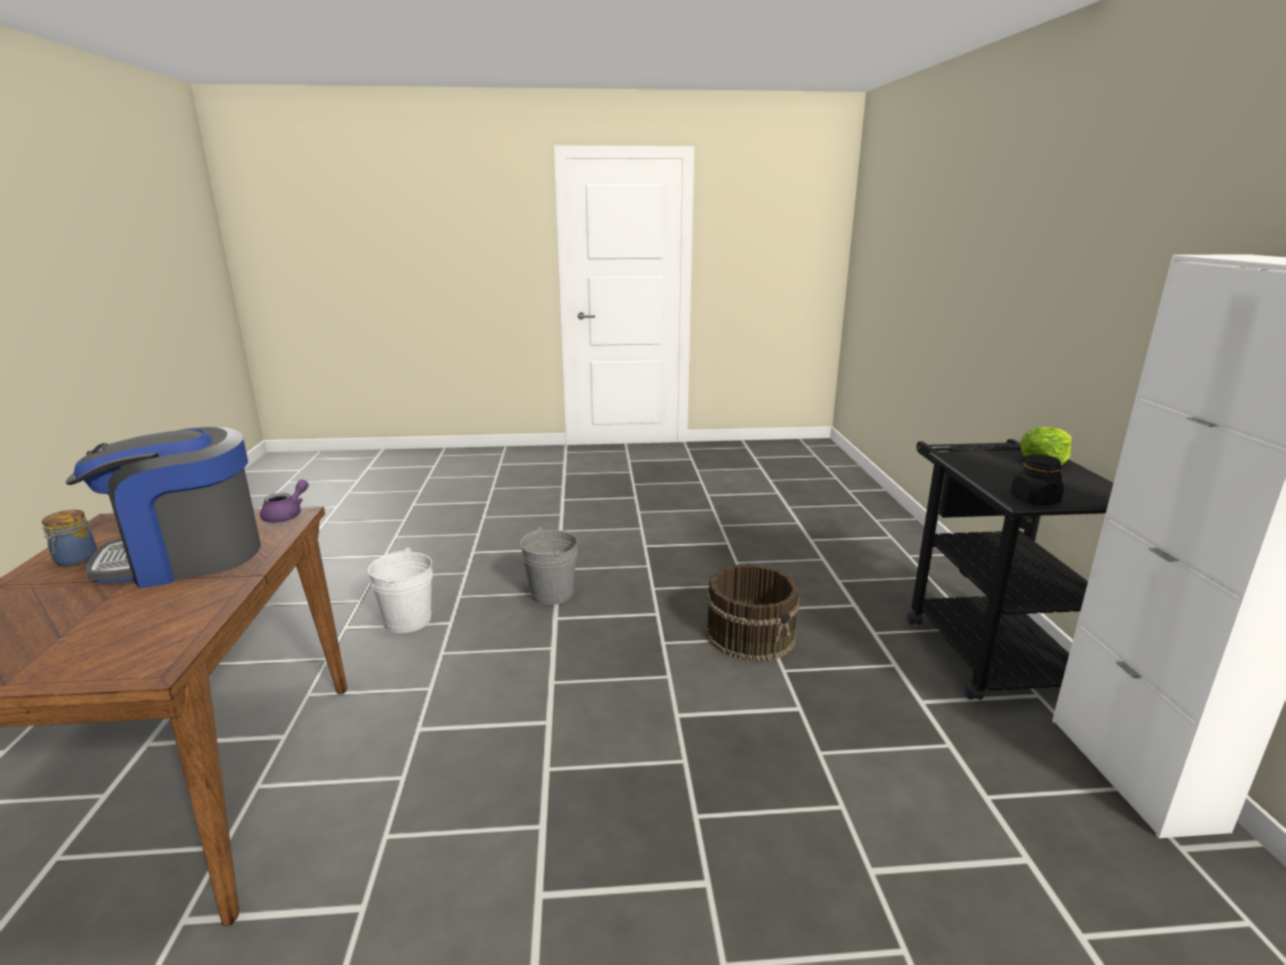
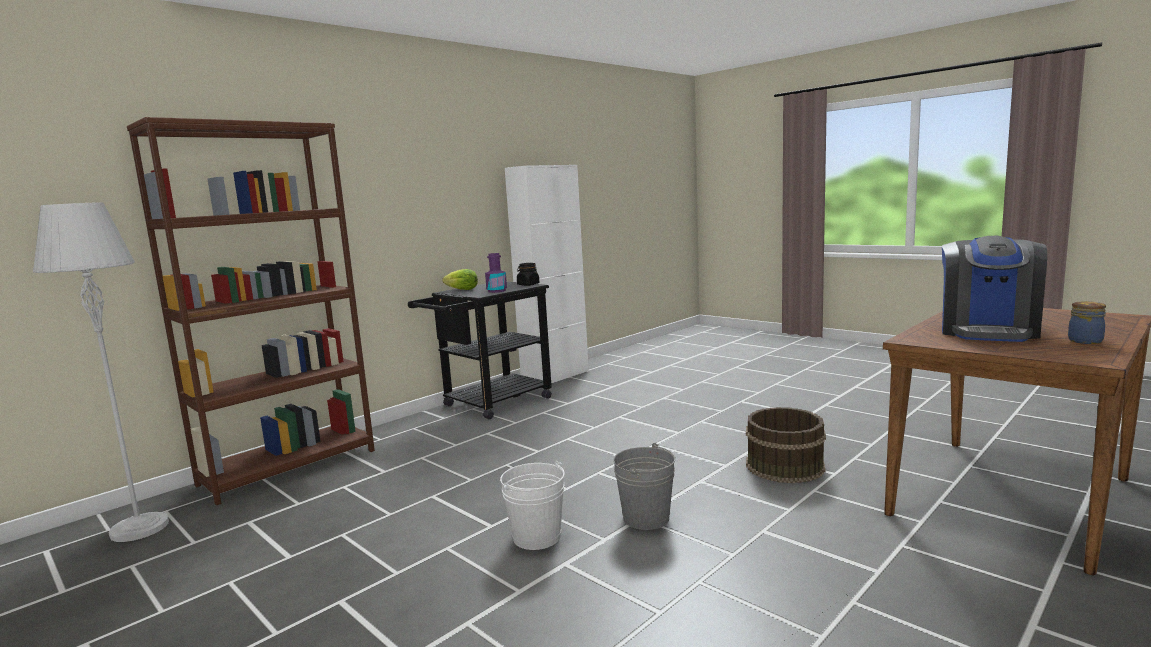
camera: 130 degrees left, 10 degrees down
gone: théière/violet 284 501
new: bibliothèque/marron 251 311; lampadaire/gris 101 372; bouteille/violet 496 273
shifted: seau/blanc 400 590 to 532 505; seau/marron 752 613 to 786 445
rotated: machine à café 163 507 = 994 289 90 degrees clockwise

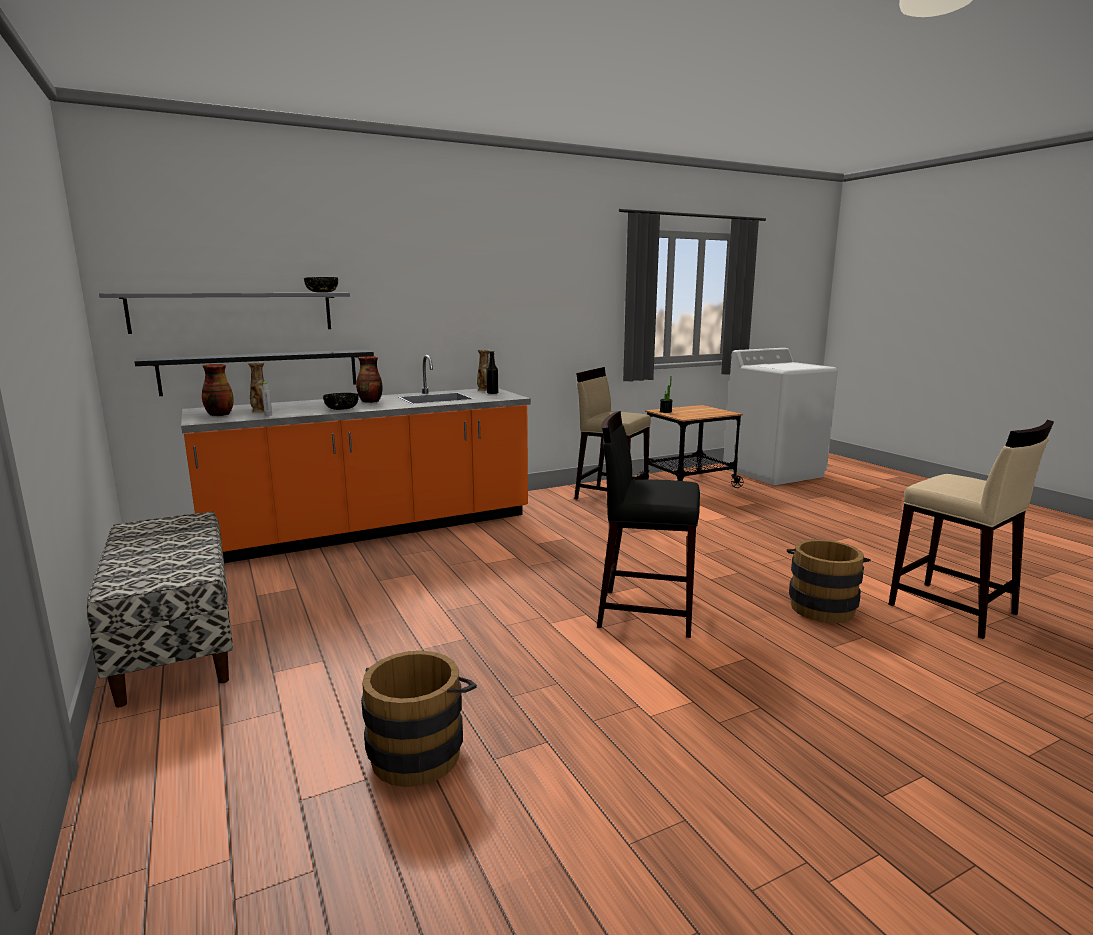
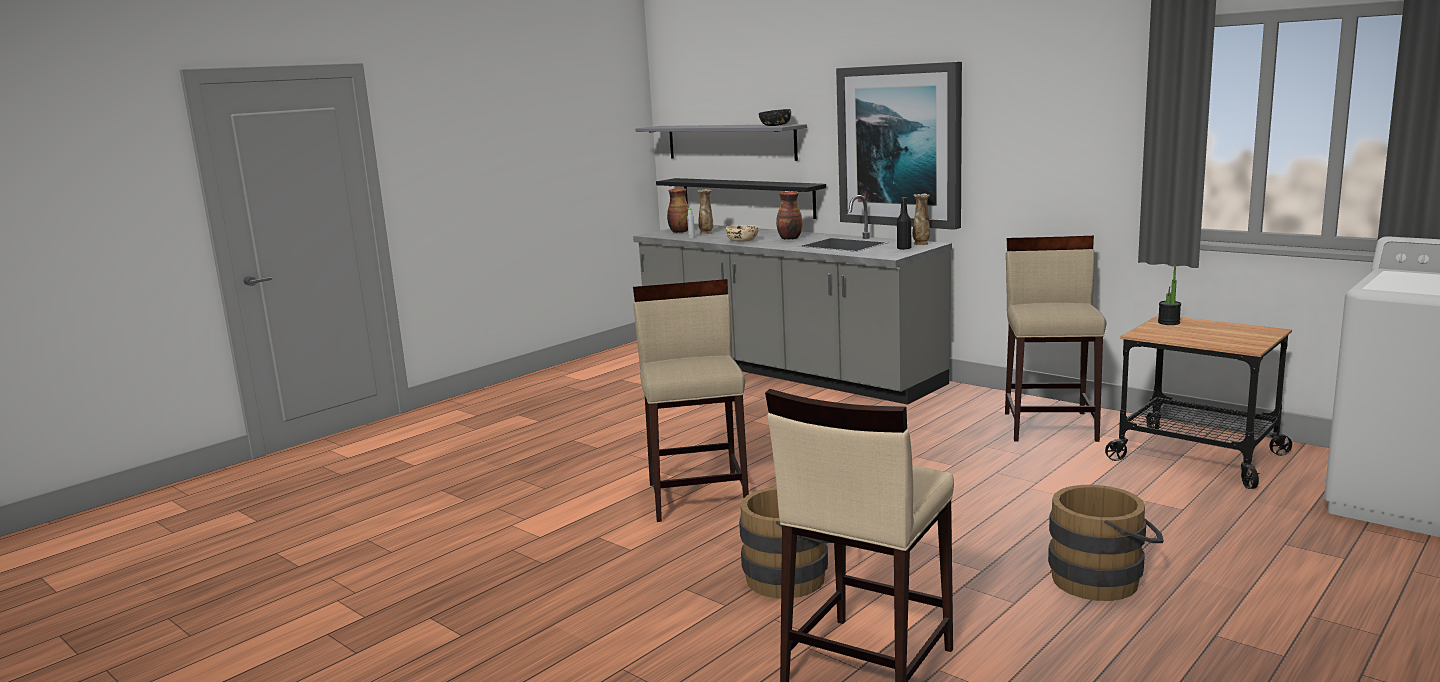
camera: 70 degrees right, 0 degrees up
gone: banc 160 609
new: tableau 899 146
shifted: seau/marron 419 719 to 1106 543
repainted: comptoir de cuisine/orange 356 459 to comptoir de cuisine/gris 792 300; bol/noir 341 401 to bol/beige 742 233; tabouret/noir 648 524 to tabouret/beige 691 400

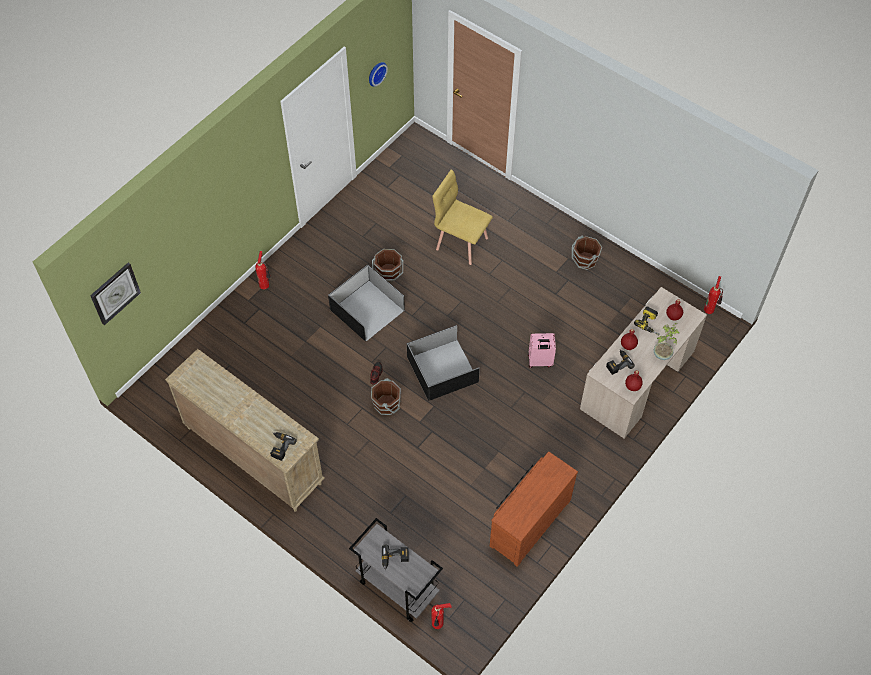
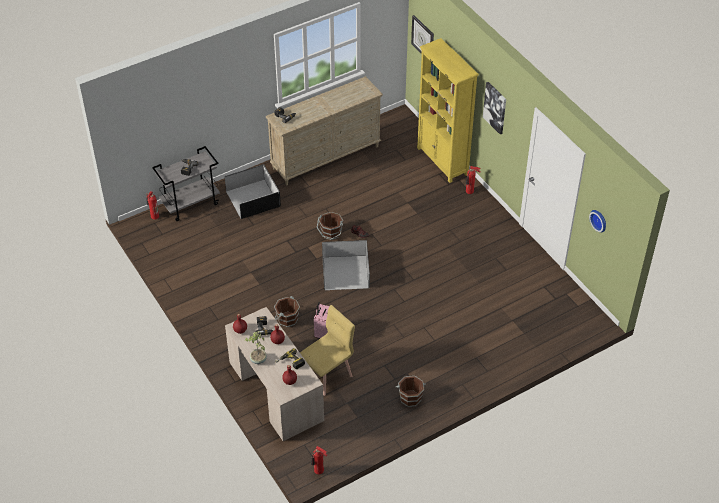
camera: 110 degrees right, 10 degrees down
gone: commode/marron 534 509
new: bibliothèque/jaune 448 110; tableau 494 108
shifted: chaise/jaune 462 217 to 327 350; seau/marron 388 265 to 287 311; boîte de rangement/noir 366 303 to 253 191

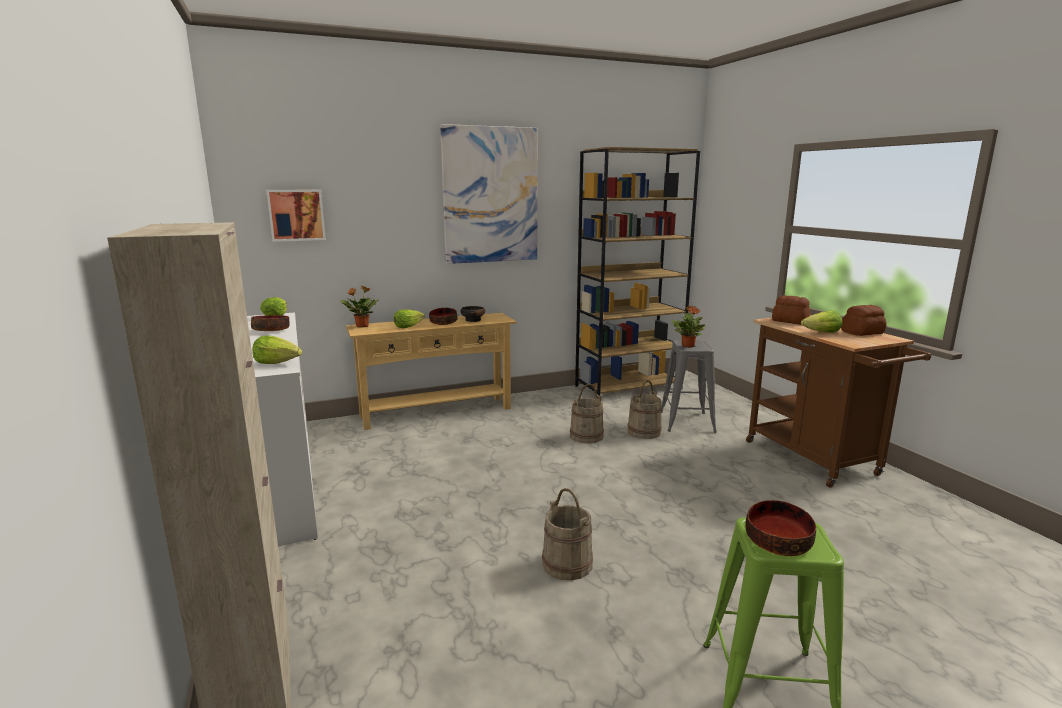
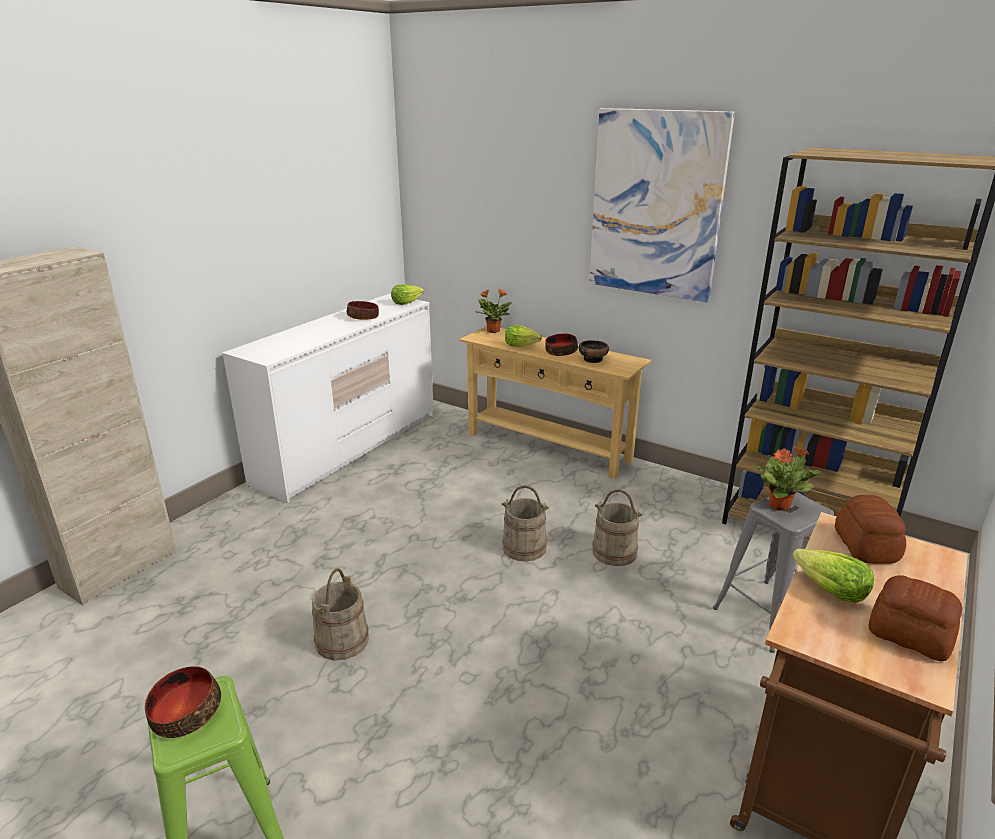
camera: 55 degrees right, 10 degrees up
gone: tableau 296 216; laitue 277 350
shifted: seau/beige 644 409 to 525 523

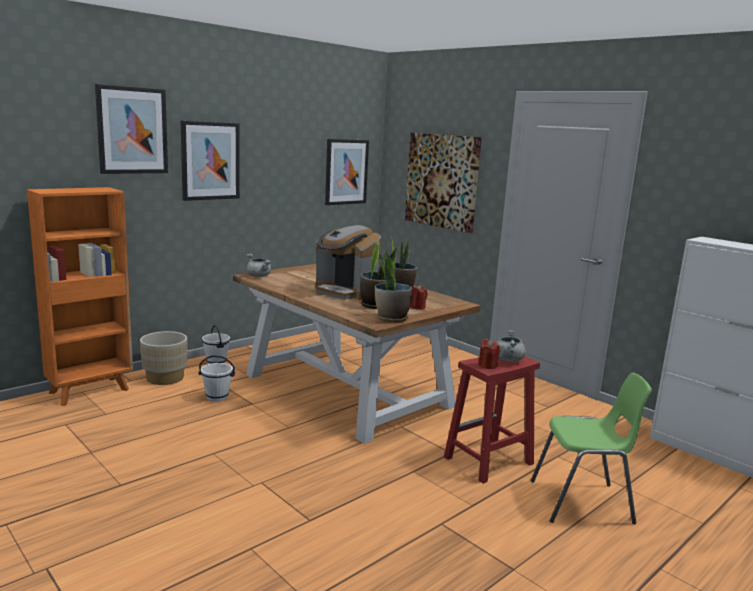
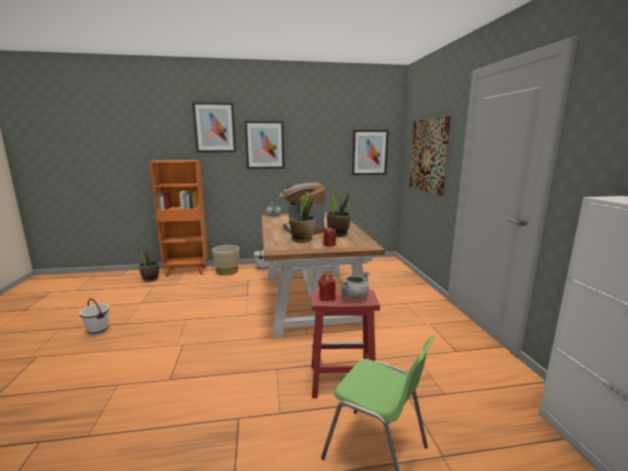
camera: 35 degrees right, 0 degrees up
shifted: plante en pot 393 287 to 148 264; seau/blanc 216 378 to 94 317

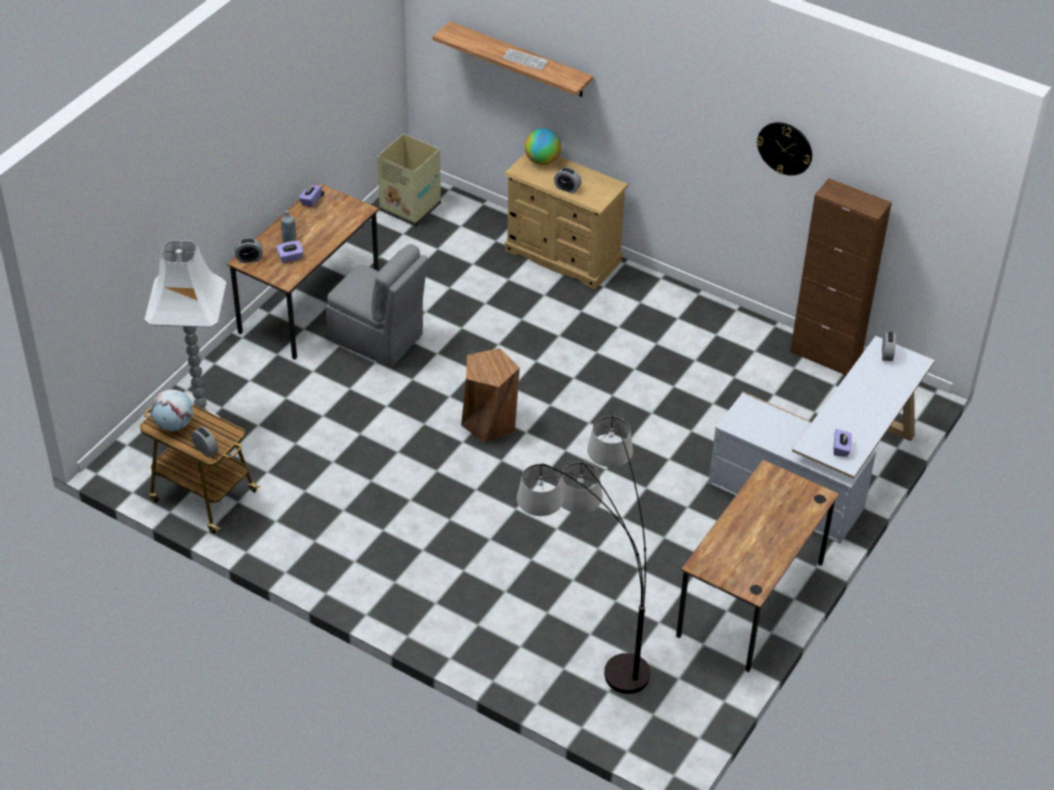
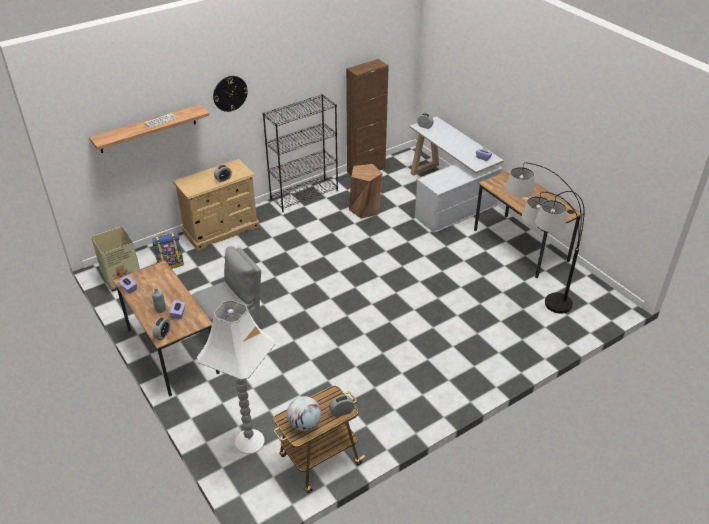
camera: 65 degrees left, 5 degrees down
gone: globe 543 146
new: bibliothèque/noir 300 153; sac à dos 168 250
shifted: horloge murale 784 148 to 230 94; tabouret/marron 490 395 to 366 191

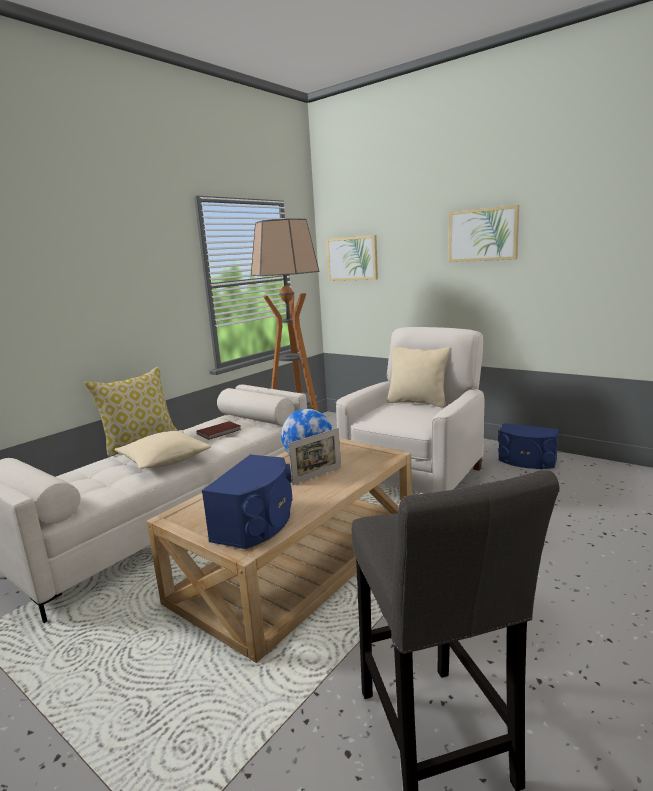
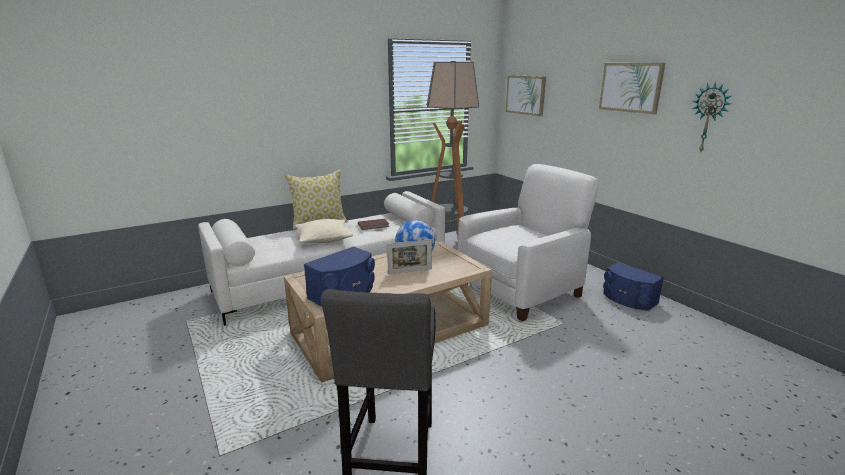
camera: 20 degrees right, 5 degrees up
gone: coussin/beige 419 377
new: horloge murale 711 117

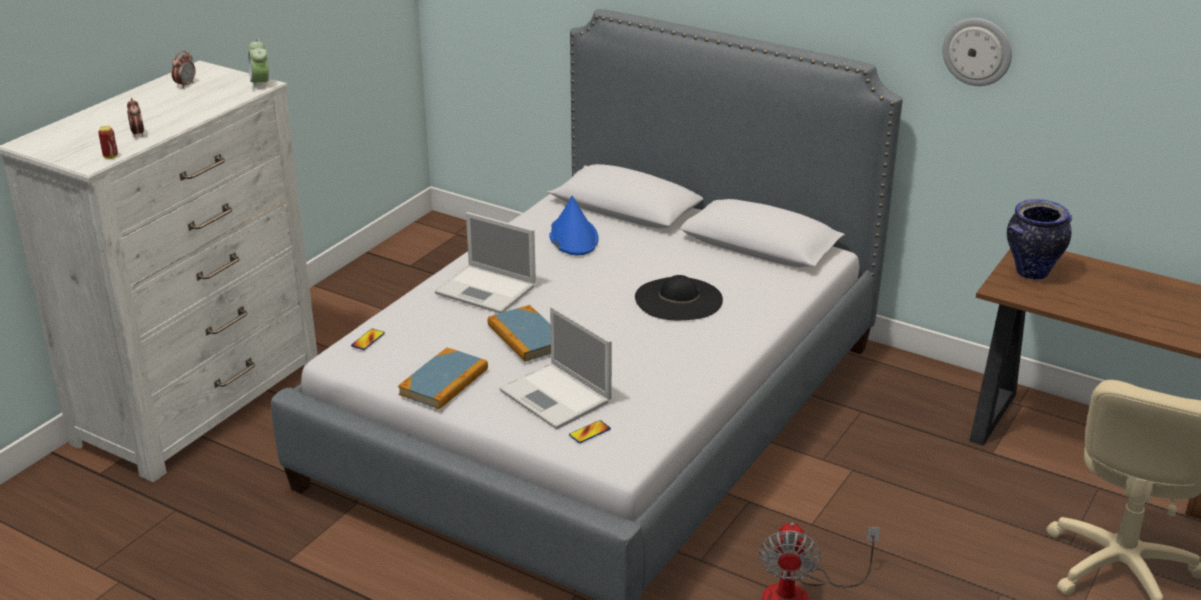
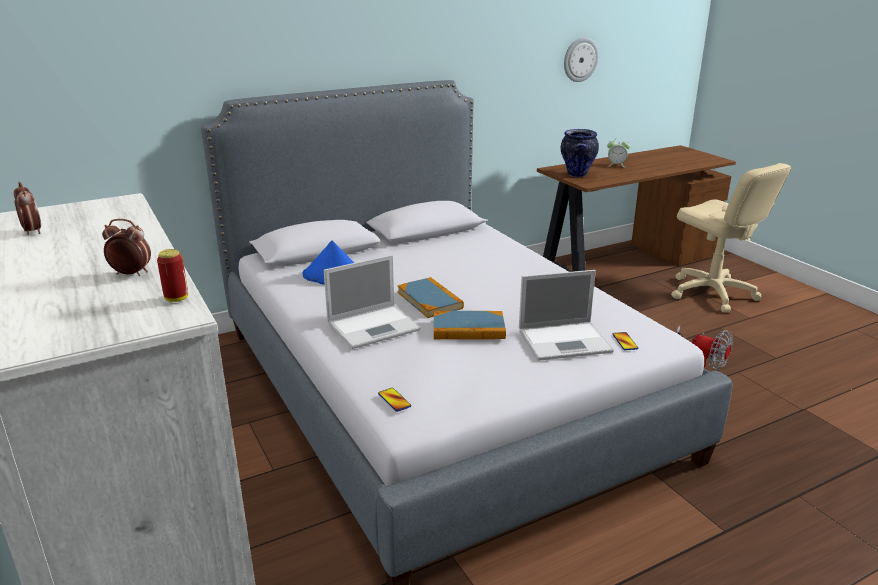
camera: 60 degrees left, 5 degrees down
gone: chapeau/noir 679 297
shifted: horloge murale 977 52 to 581 59; réveil 258 64 to 618 154; livre 443 378 to 430 297

